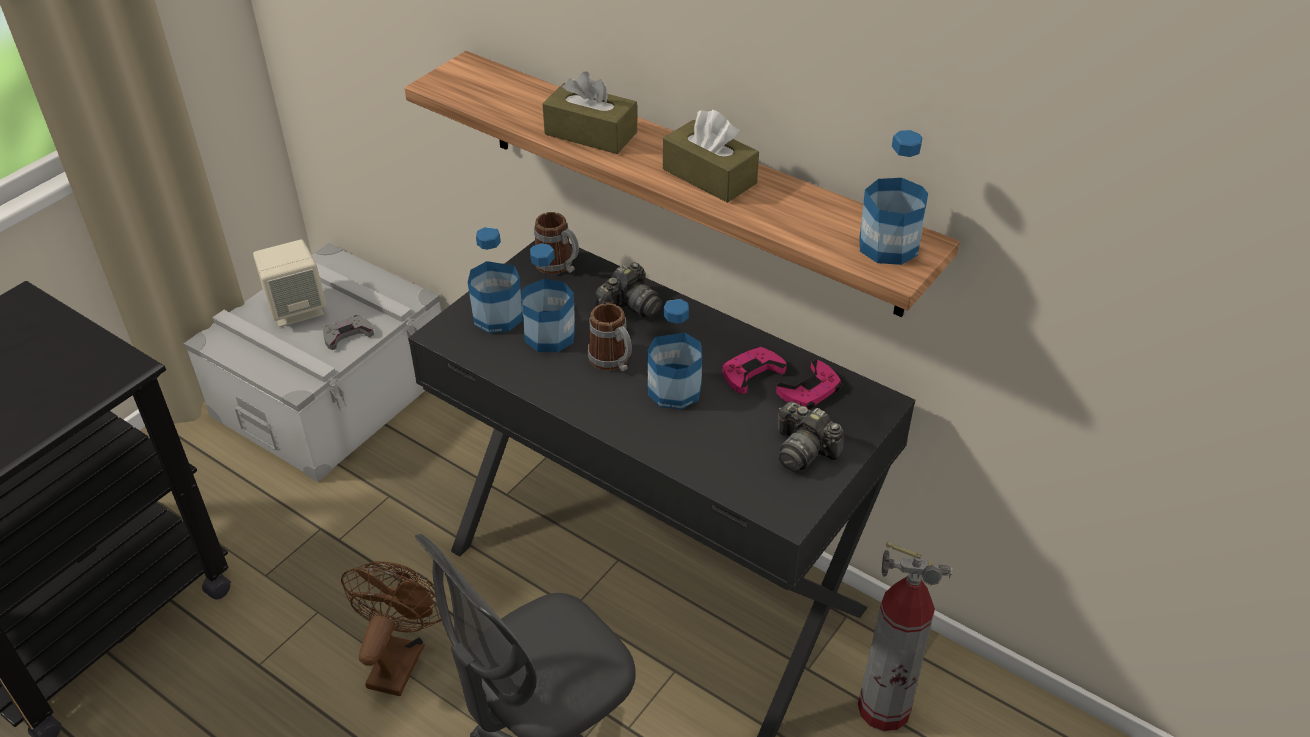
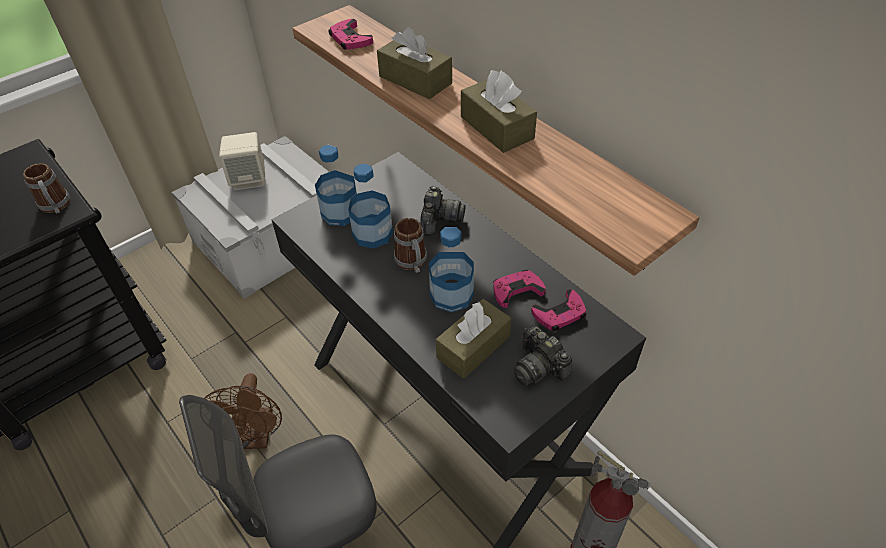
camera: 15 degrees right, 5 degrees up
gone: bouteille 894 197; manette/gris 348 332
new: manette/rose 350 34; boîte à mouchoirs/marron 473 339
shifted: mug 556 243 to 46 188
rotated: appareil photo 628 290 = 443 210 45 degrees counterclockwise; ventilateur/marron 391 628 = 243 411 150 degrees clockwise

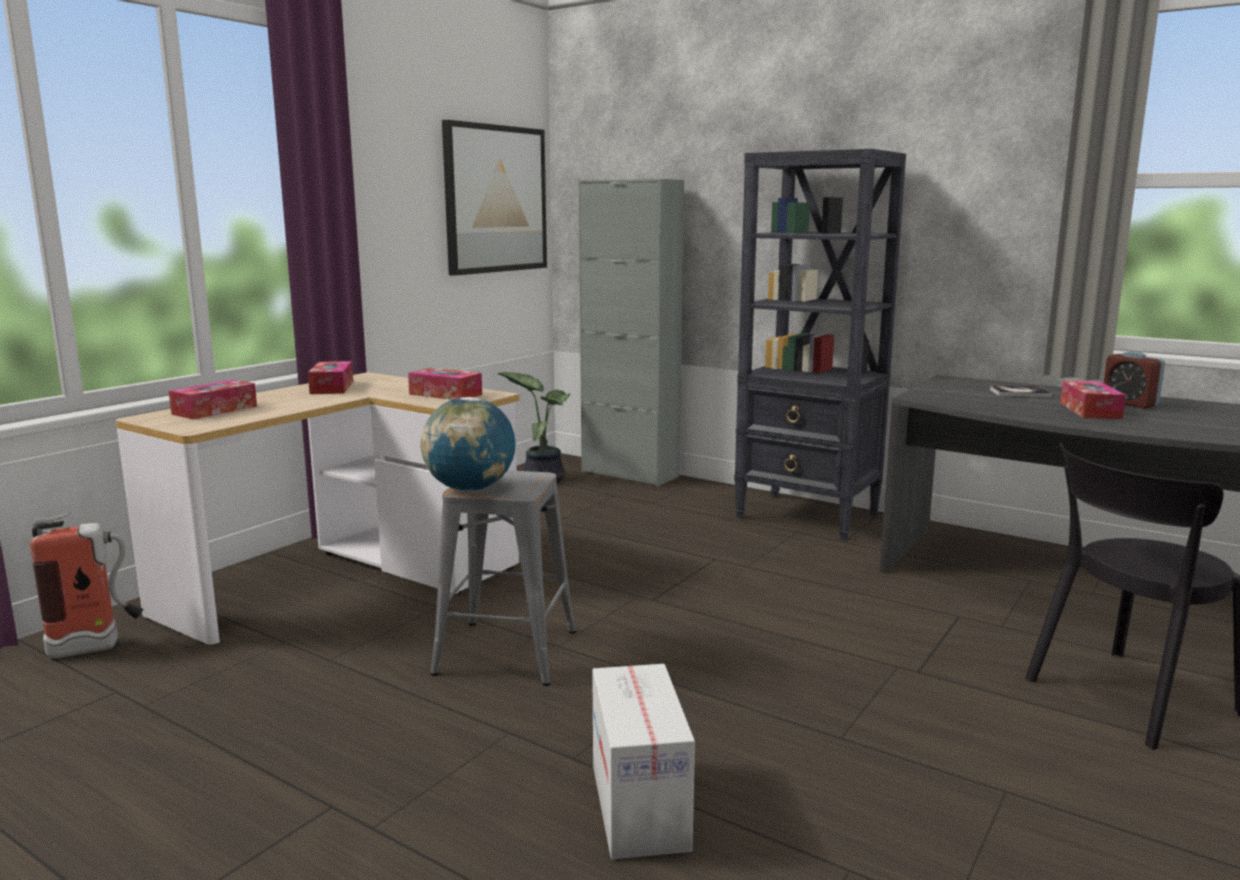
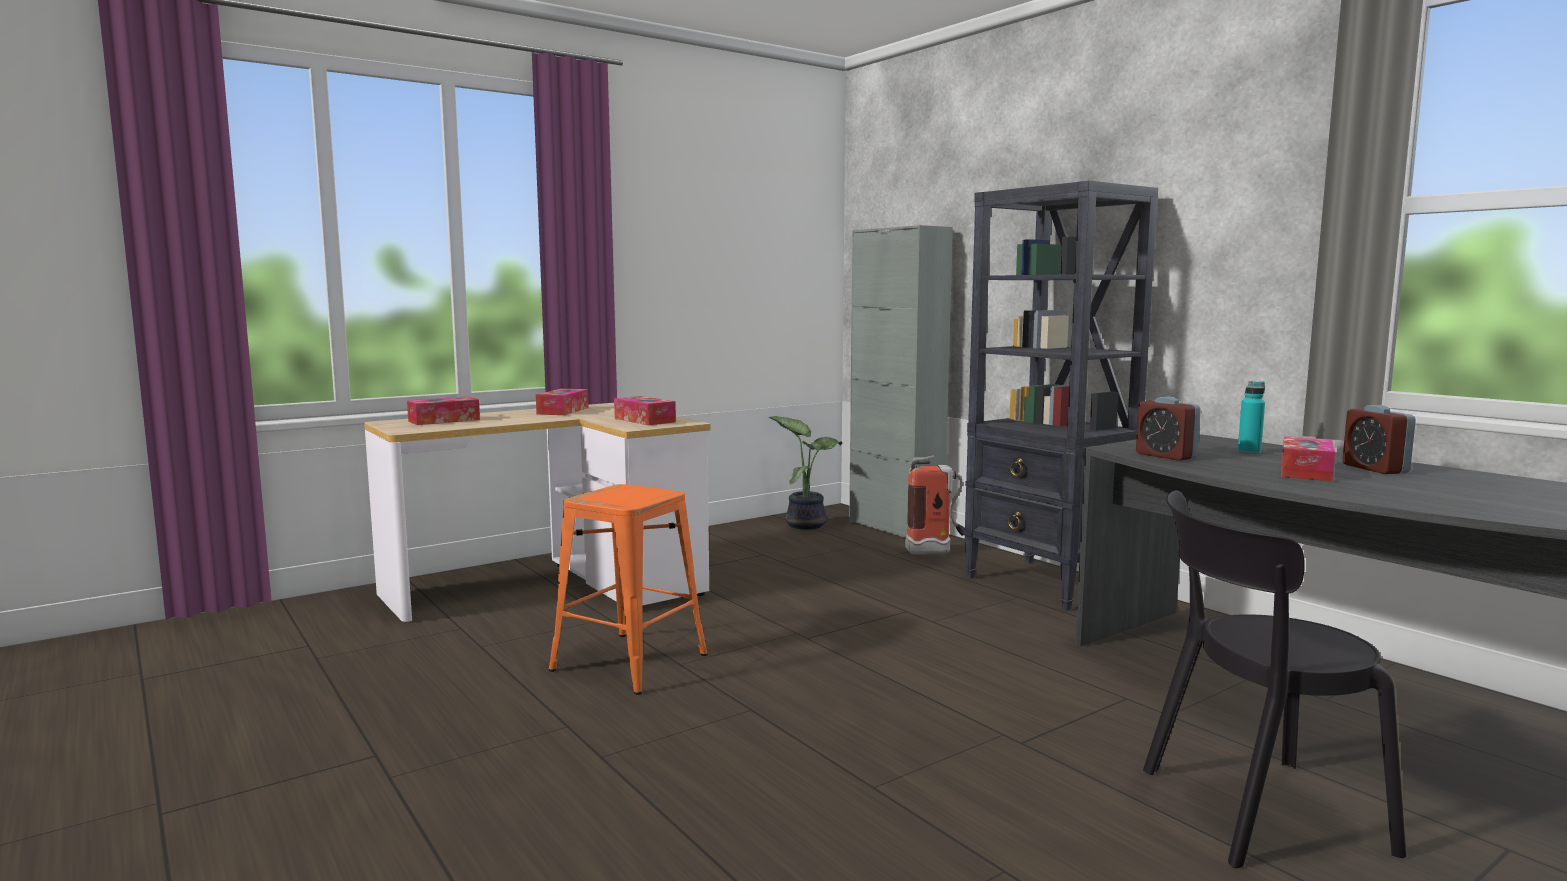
camera: 20 degrees right, 5 degrees down
gone: tableau 494 198; globe 468 444; carton 643 761
new: réveil 1168 429
shifted: extincteur 86 586 to 935 505
swapped: livre 1021 391 to bouteille/turquoise 1251 417
repainted: tabouret/gris 503 578 to tabouret/orange 628 589

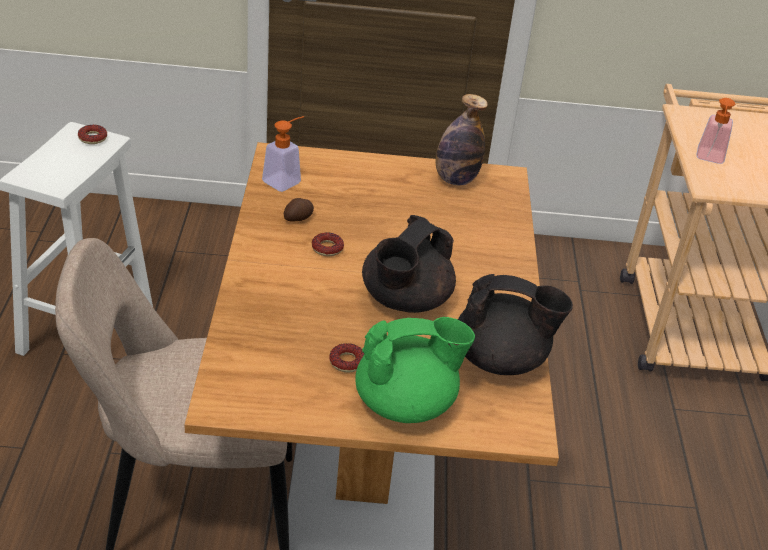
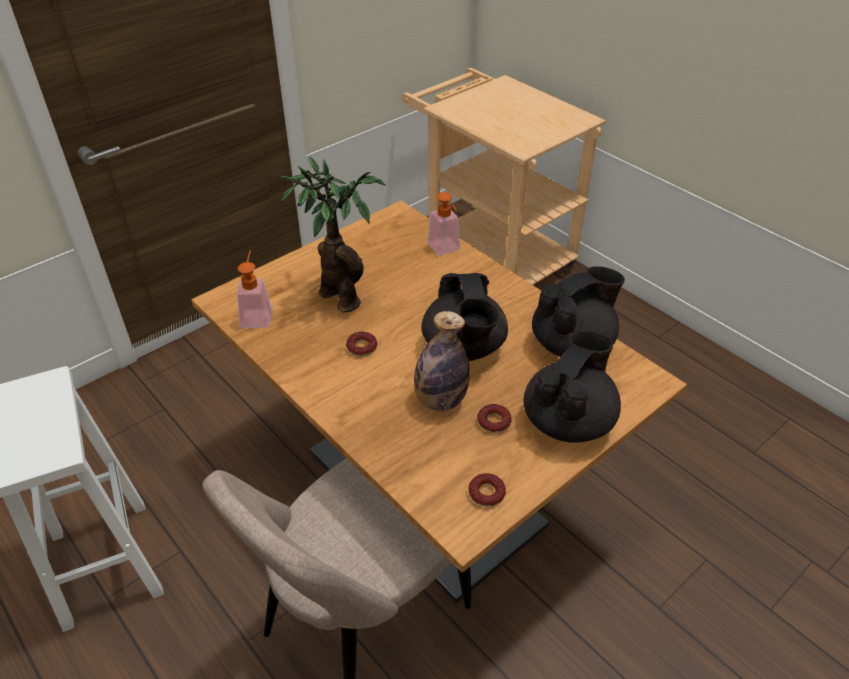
camera: 40 degrees left, 5 degrees up
gone: pomme de terre 299 210
new: plante en pot 333 234
shifted: bouteille 461 139 to 442 361; distributeur de savon 715 131 to 444 223; beignet 92 134 to 487 490
repainted: théière/vert 415 370 to théière/noir 572 387

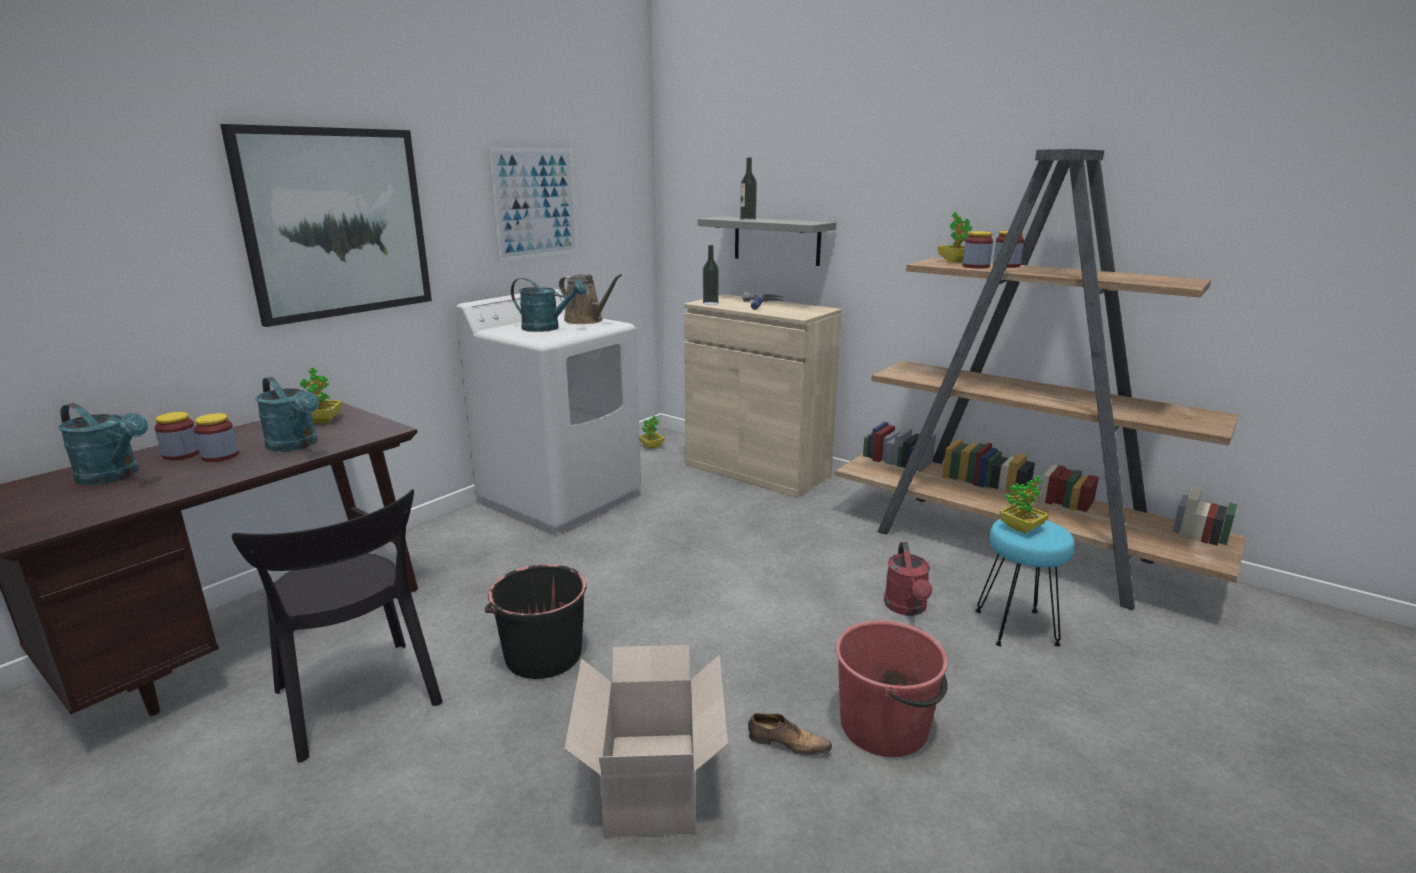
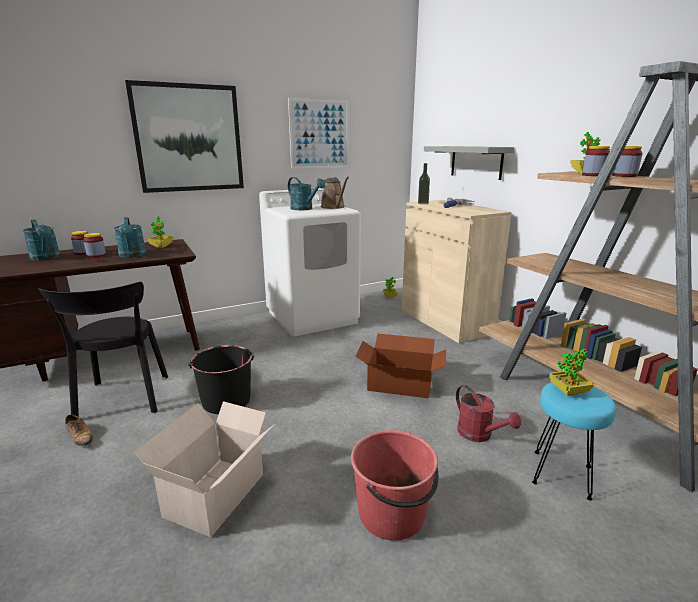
camera: 25 degrees right, 0 degrees up
gone: bouteille 748 189
new: carton 400 365
shifted: chaussure 790 734 to 79 430
rotated: arrosoir/rouge 908 579 = 488 413 60 degrees counterclockwise

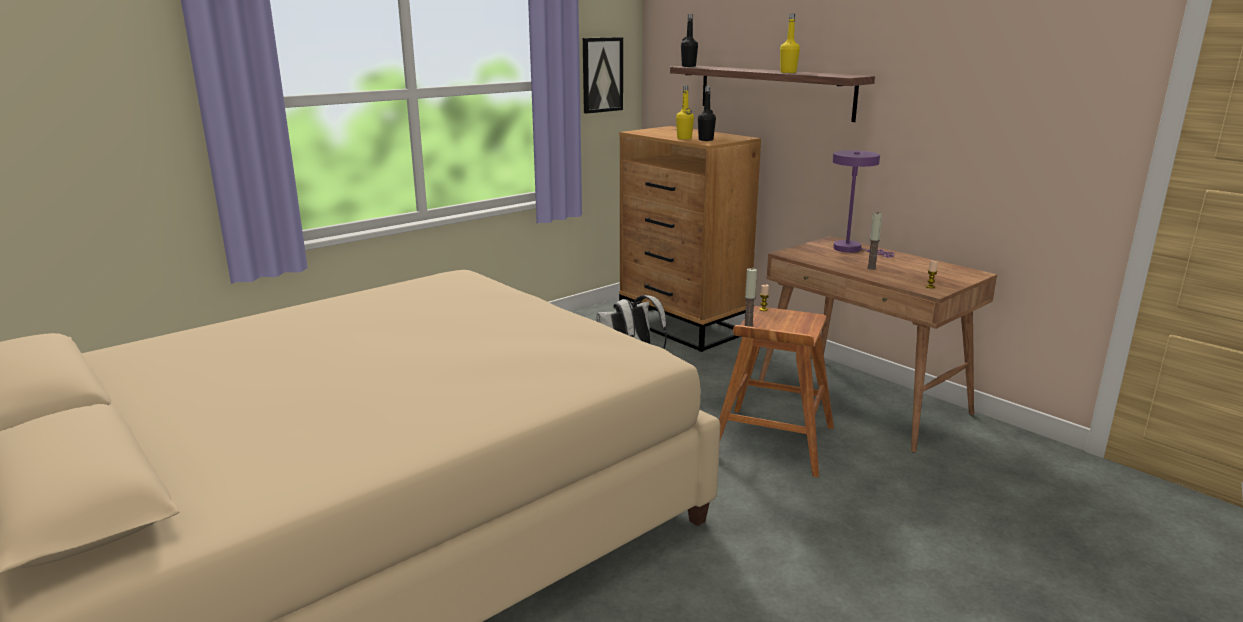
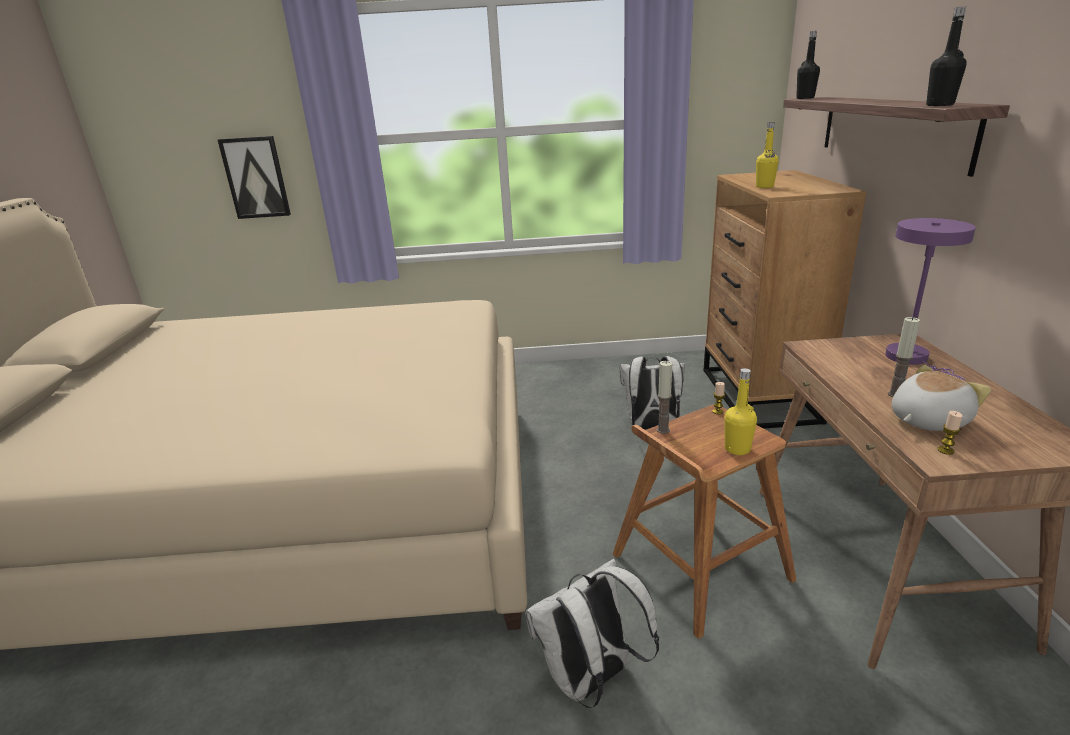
camera: 40 degrees right, 5 degrees up
new: peluche 941 398; sac à dos/blanc 592 633
shifted: bouteille/jaune 790 43 to 740 411; tableau 603 75 to 254 177; bouteille/noir 707 113 to 946 56

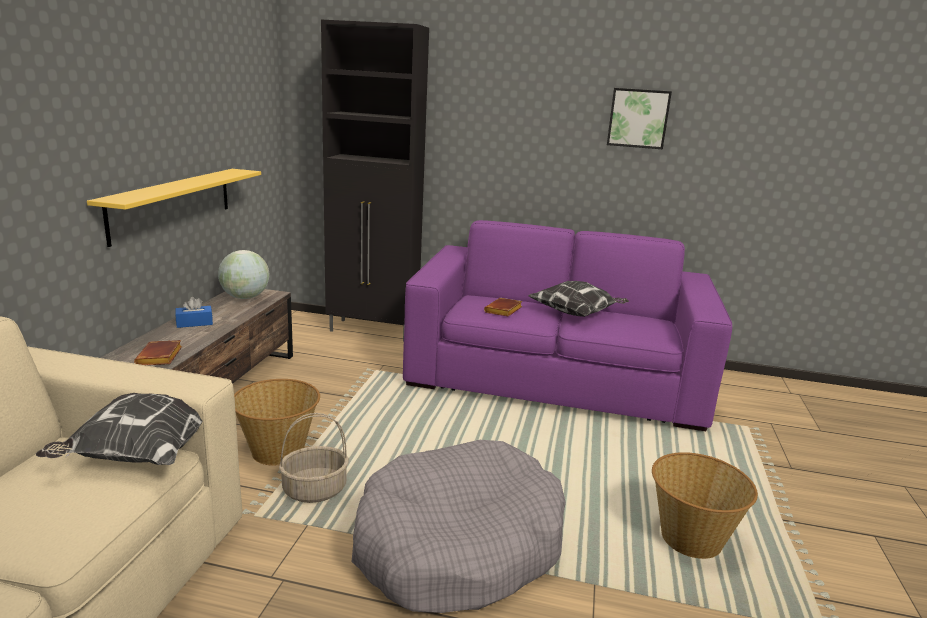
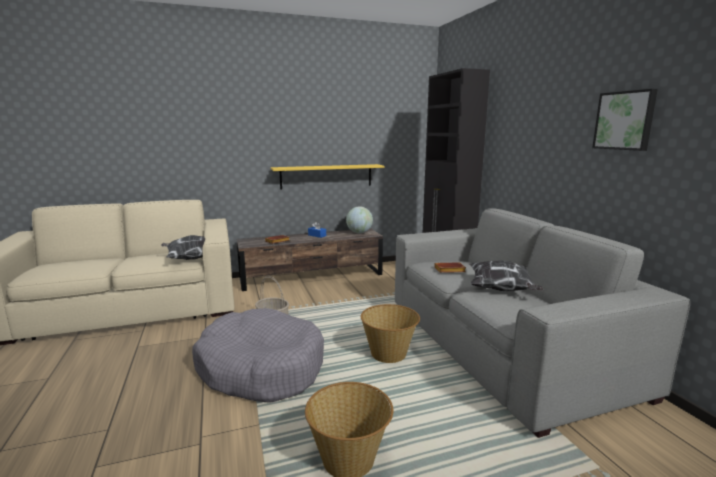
camera: 60 degrees right, 5 degrees down
shifted: panier 277 422 to 390 333
repainted: canapé/violet 567 325 to canapé/gris 542 323

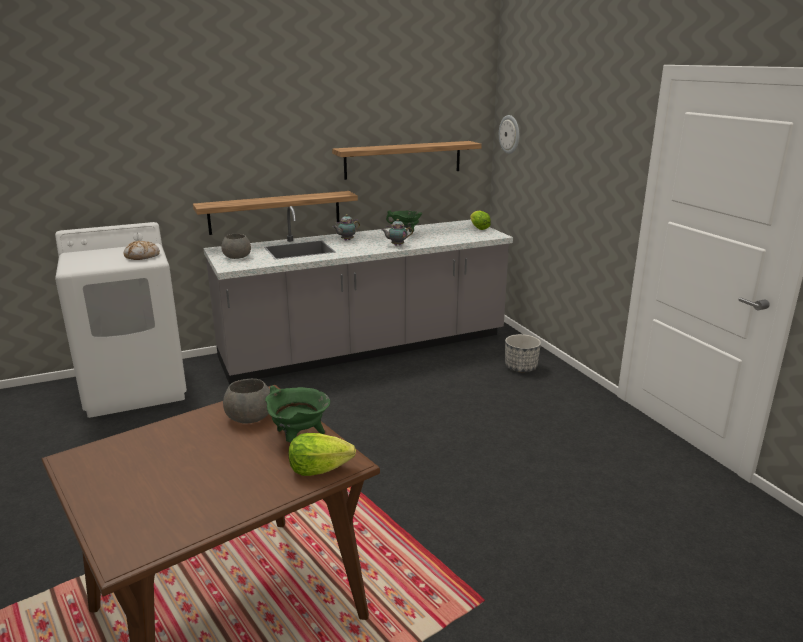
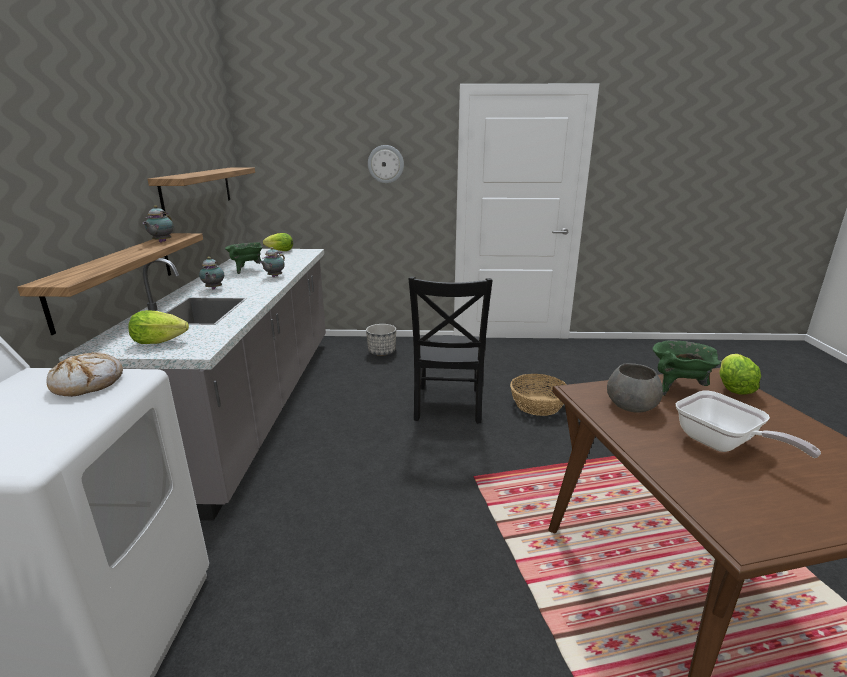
camera: 65 degrees left, 0 degrees up
new: théière 158 224; chaise/noir 450 350; panier 538 395; poêle 748 424
shifted: horloge murale 509 134 to 386 164
swapped: bol/gris 236 246 to laitue 158 327

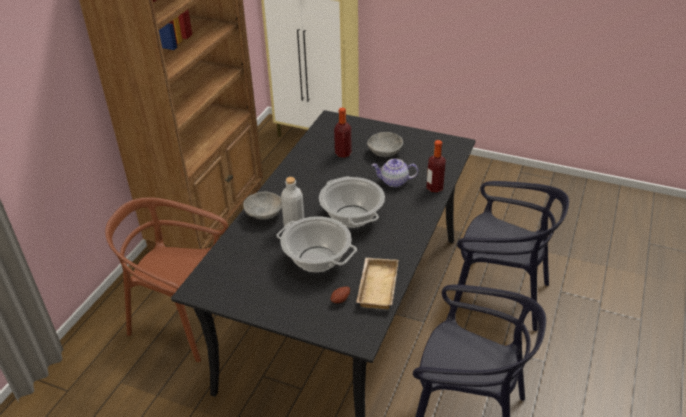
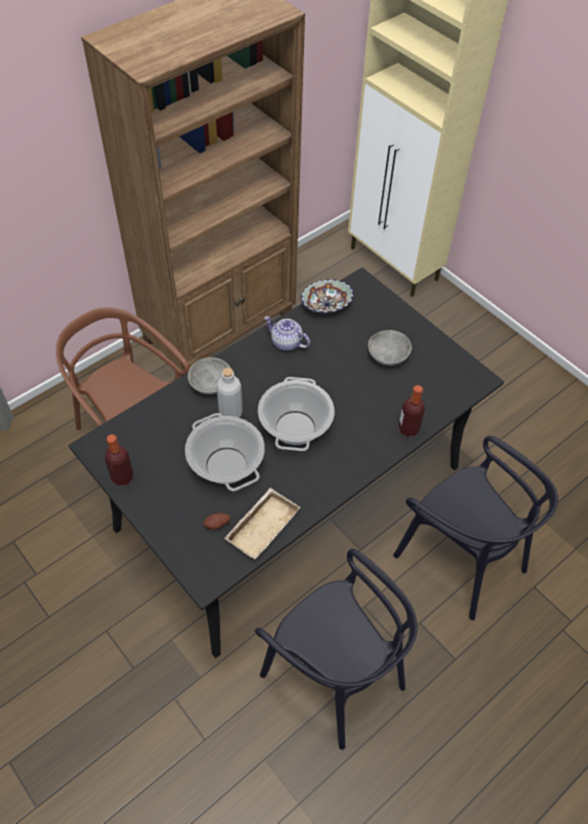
camera: 25 degrees right, 15 degrees up
new: bol 327 296
shifted: bouteille 343 133 to 119 459; théière 395 173 to 287 333

